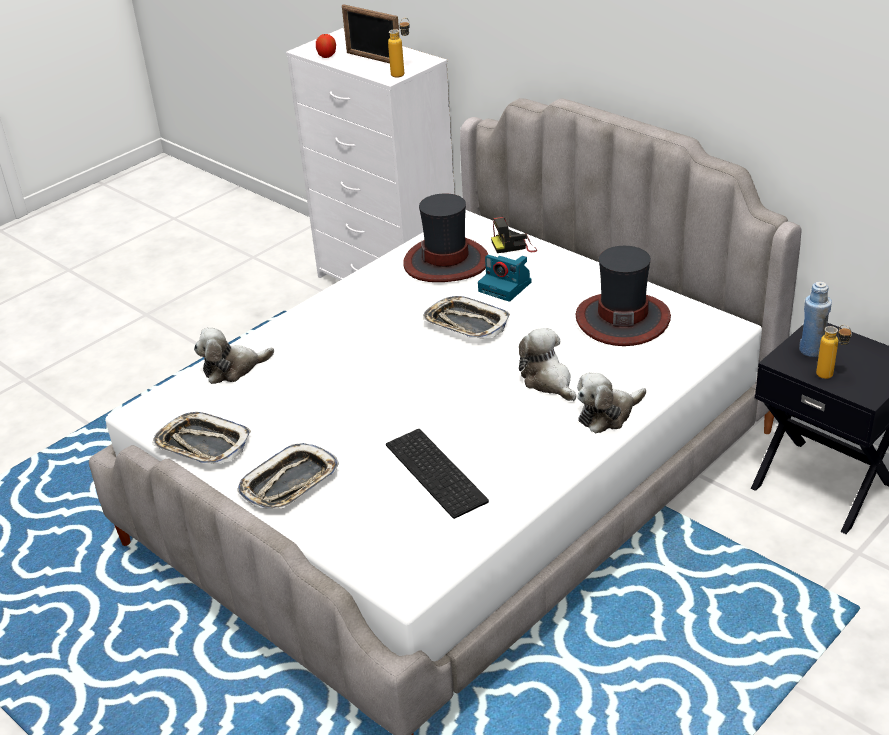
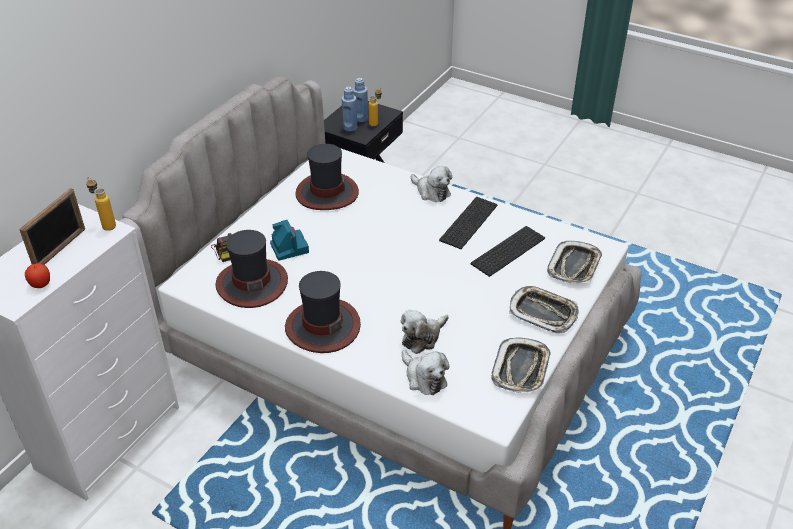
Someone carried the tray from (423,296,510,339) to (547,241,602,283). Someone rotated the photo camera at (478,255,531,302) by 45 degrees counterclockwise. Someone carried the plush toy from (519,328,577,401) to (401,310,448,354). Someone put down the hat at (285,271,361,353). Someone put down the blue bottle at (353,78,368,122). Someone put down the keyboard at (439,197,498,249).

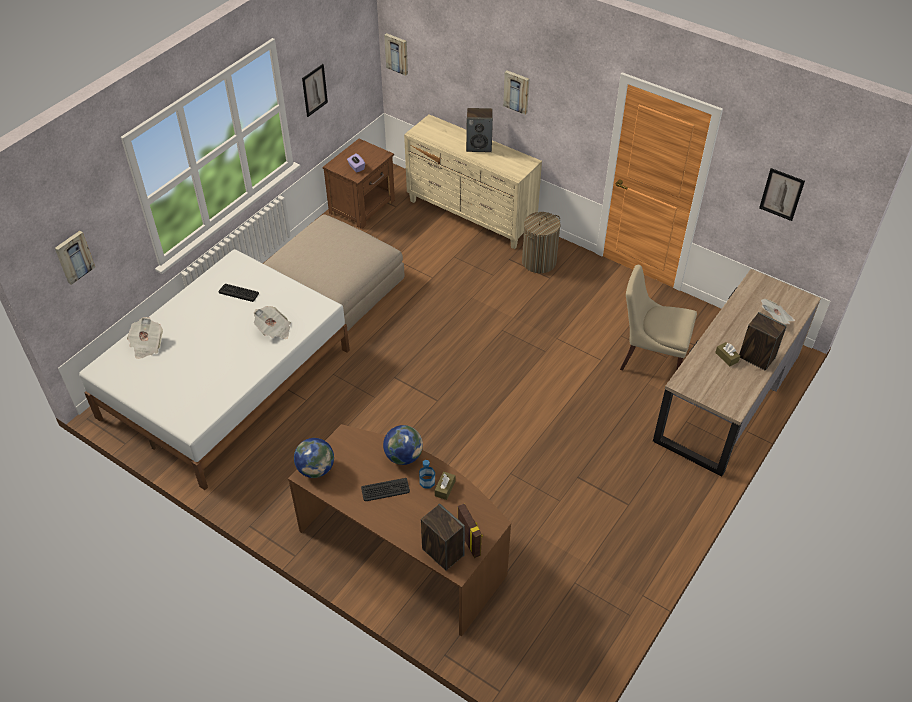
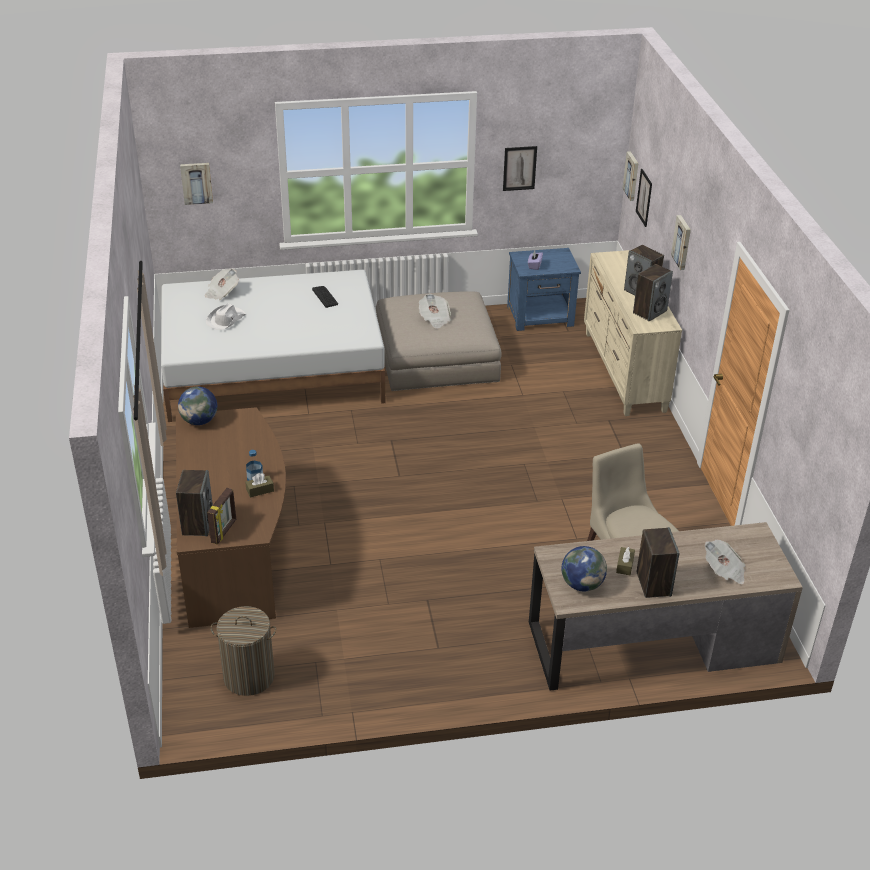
Someone carried the newspaper from (254,306,291,339) to (419,293,451,329). Someone repainted the brown nightstand at (323,139,395,229), which became the blue nightstand at (507,248,581,331). Someone took away the keyboard at (361,478,410,501). Someone carried the globe from (383,425,423,465) to (561,546,607,591). Someone carried the laundry basket from (522,212,561,273) to (211,606,276,696). Someone carried the picture from (759,168,805,221) to (636,169,652,227). Someone put down the white hat at (206,303,246,330). Someone put down the speaker at (633,264,673,321).

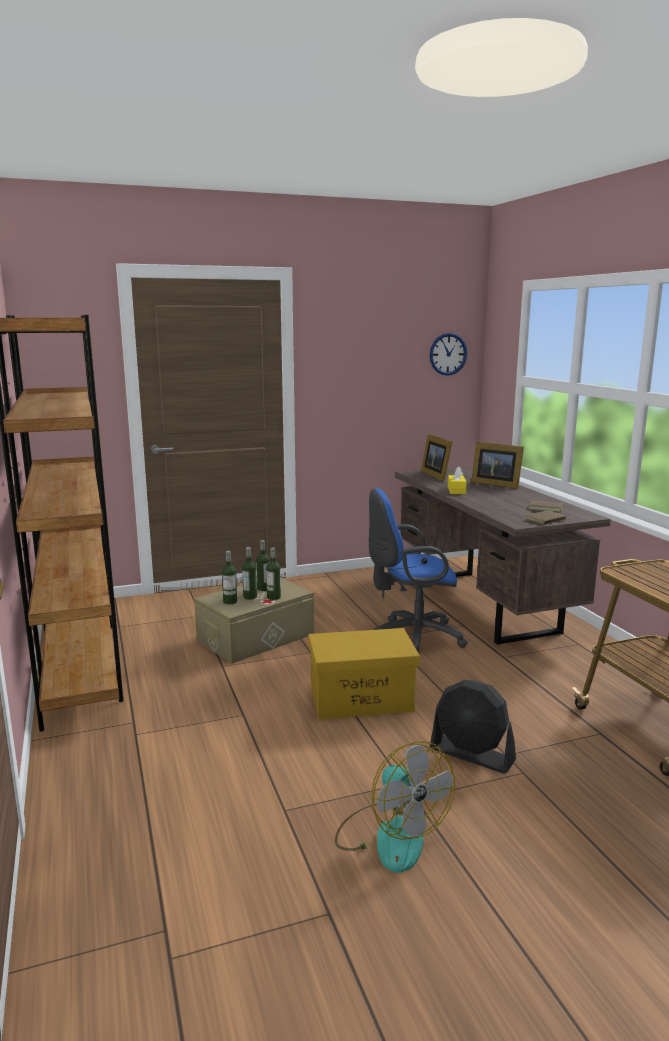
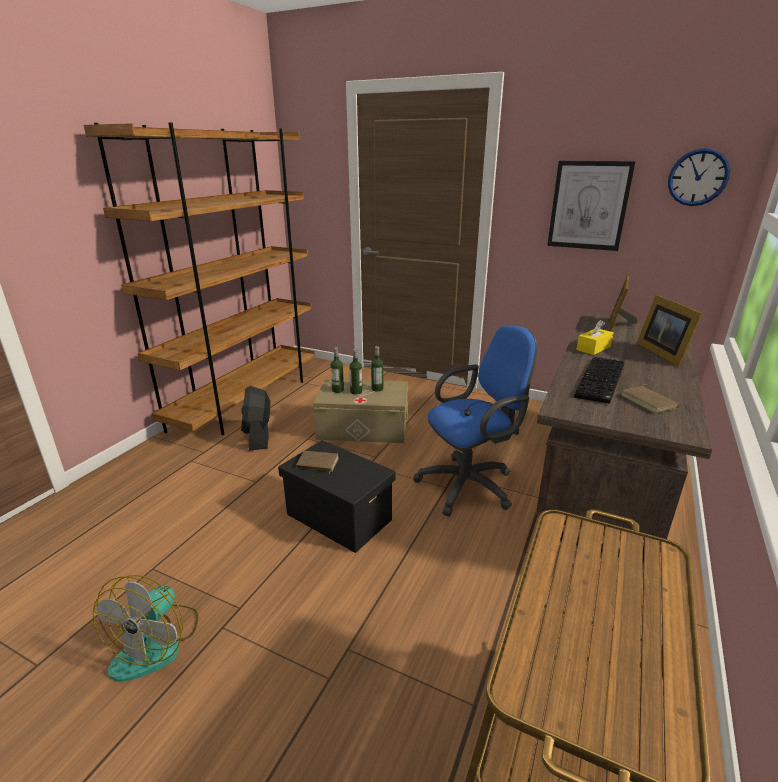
Someone took away the bottle at (266,547,281,600). Someone repainted the yellow storage box at (308,628,420,719), which became the black storage box at (278,440,395,553). Someone rotated the blue office chair at (368,488,468,653) by 120 degrees clockwise. Someone carried the black fan from (430,680,516,774) to (241,386,271,451). Someone carried the brown book from (526,510,572,525) to (296,451,339,473). Someone put up the picture at (547,161,636,251). Someone put down the keyboard at (574,357,624,404).

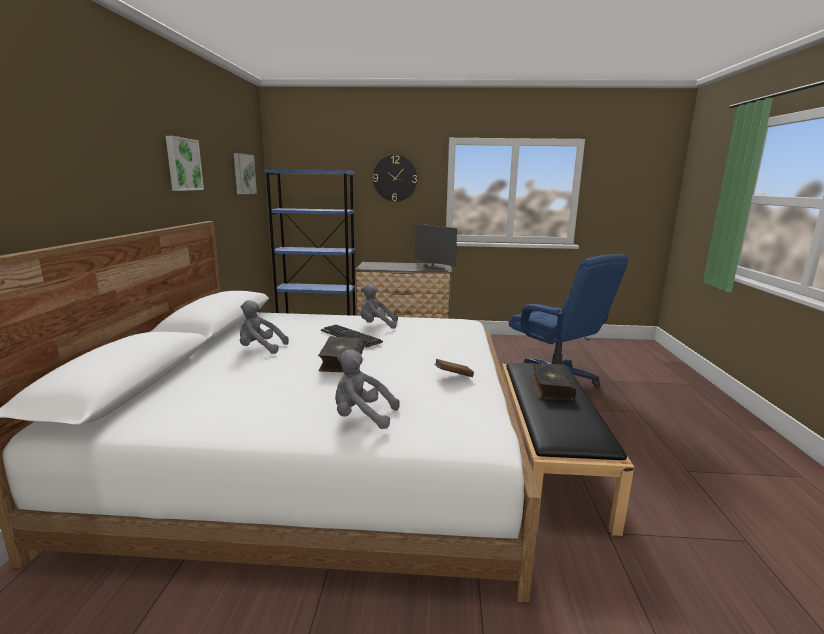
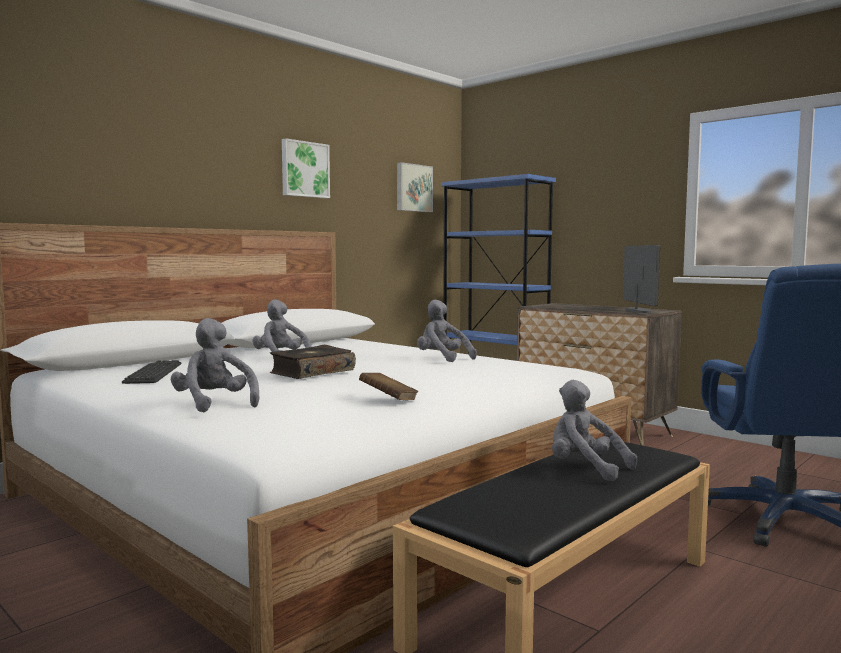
Someone carried the keyboard from (321,324,383,347) to (122,360,181,384). Someone took away the wall clock at (373,155,418,202). Someone swapped the book at (530,363,576,401) for the grey plush toy at (552,380,637,481).

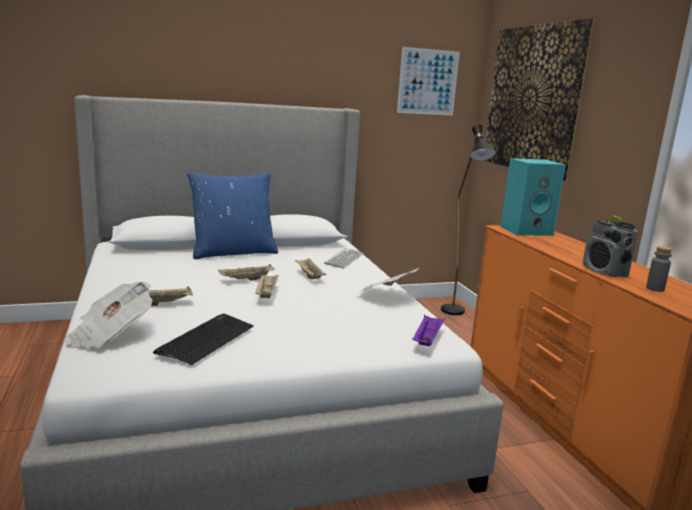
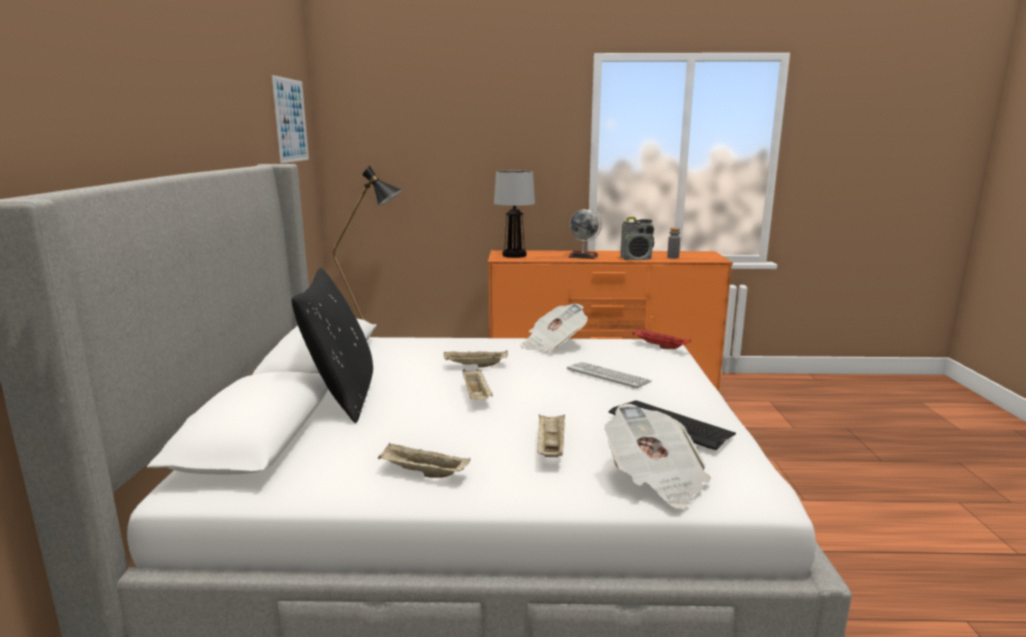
Someone repainted the blue pillow at (187,172,278,259), which became the black pillow at (292,268,373,423). Someone carried the beige tray from (255,274,279,298) to (378,443,471,478). Someone carried the keyboard from (324,248,363,269) to (567,362,651,389). Someone repainted the purple tray at (413,314,445,346), which became the red tray at (632,329,691,349). Someone took away the picture at (485,18,594,181). Someone swapped the turquoise speaker at (501,158,566,236) for the table lamp at (494,171,535,258). Someone put down the globe at (568,208,602,259).

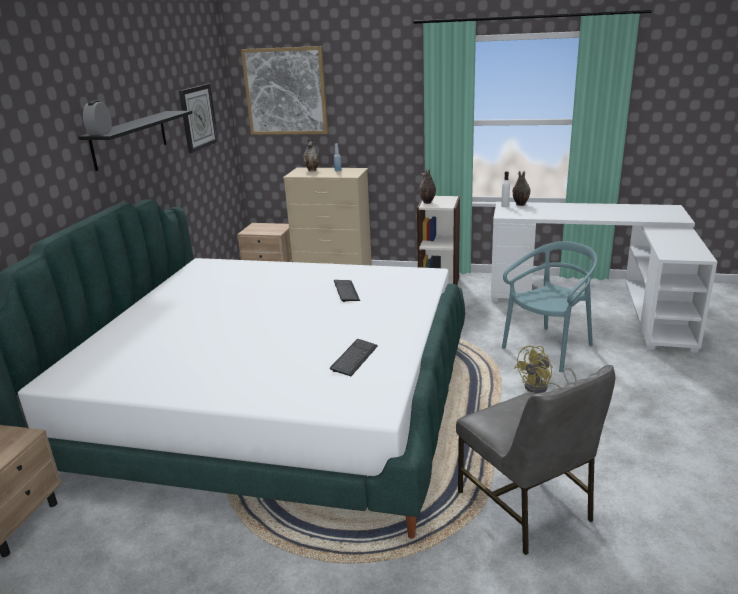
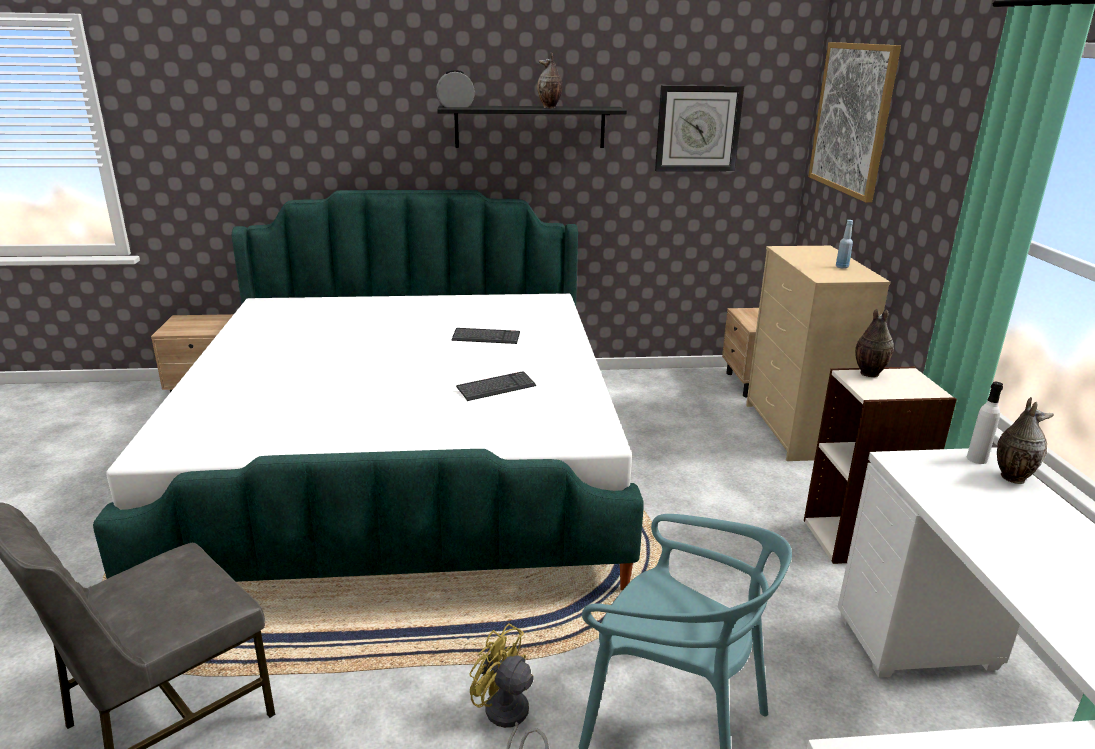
Someone carried the vase from (303,138,319,171) to (537,52,562,108). Someone carried the keyboard from (330,339,378,376) to (452,328,520,344).

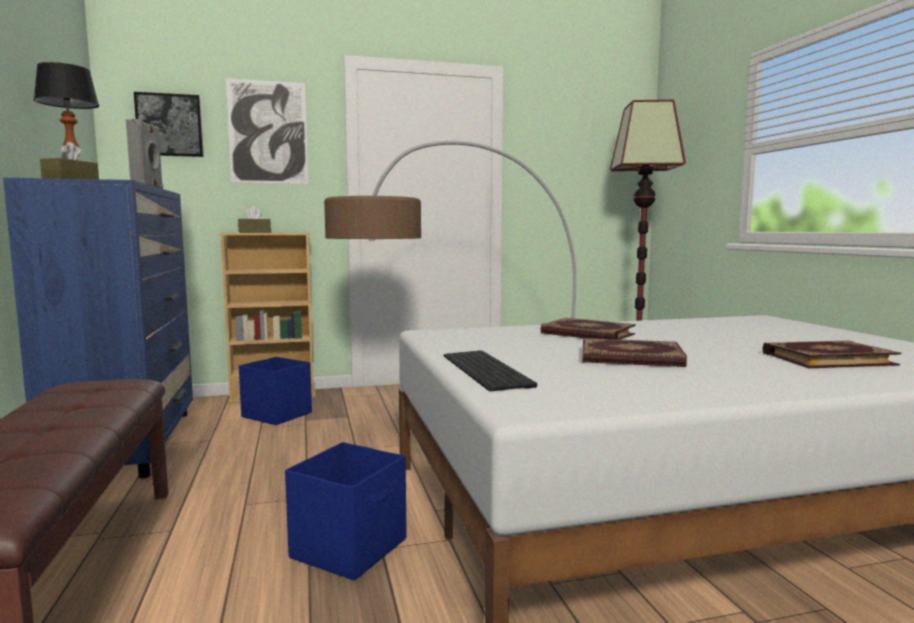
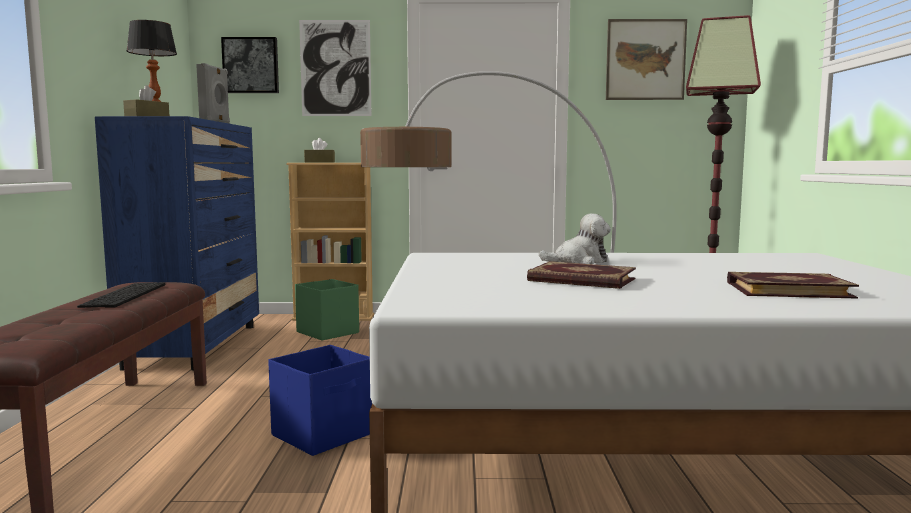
Someone repainted the blue storage box at (239,357,312,425), which became the green storage box at (295,279,359,341). Someone carried the keyboard from (444,350,537,391) to (77,282,165,308). Someone swapped the book at (540,318,636,340) for the plush toy at (539,214,611,264). Someone put up the picture at (606,19,687,100).

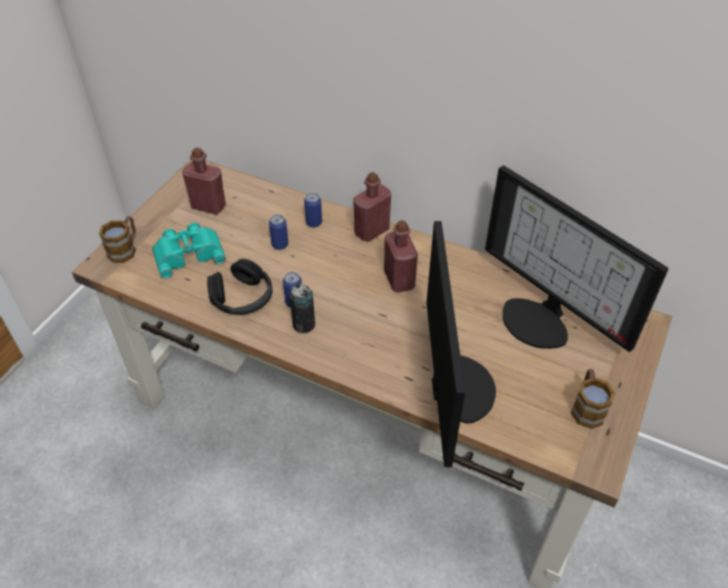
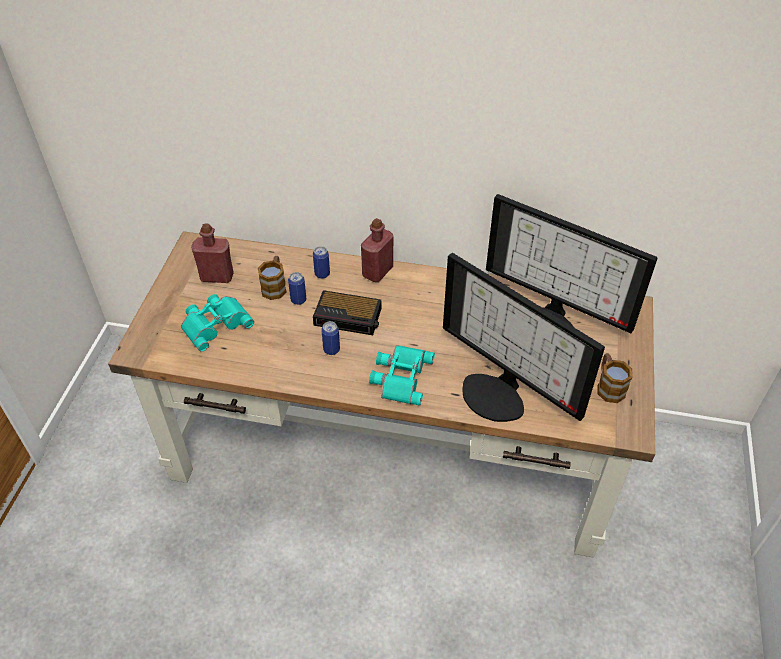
Someone carried the mug from (99,216,136,263) to (258,256,287,300). Someone took away the black headphones at (207,259,273,315). Someone took away the can at (290,284,315,333). Someone took away the red bottle at (384,220,418,292). Someone rotated the monitor at (426,221,496,467) by 150 degrees clockwise. Someone put down the alarm clock at (313,290,381,335). Someone put down the turquoise binoculars at (369,345,435,406).

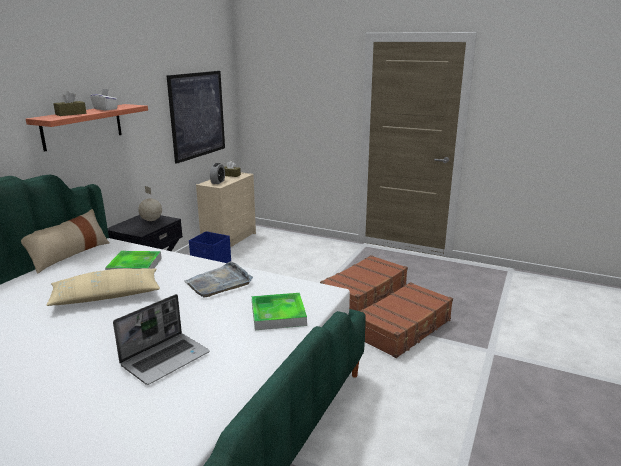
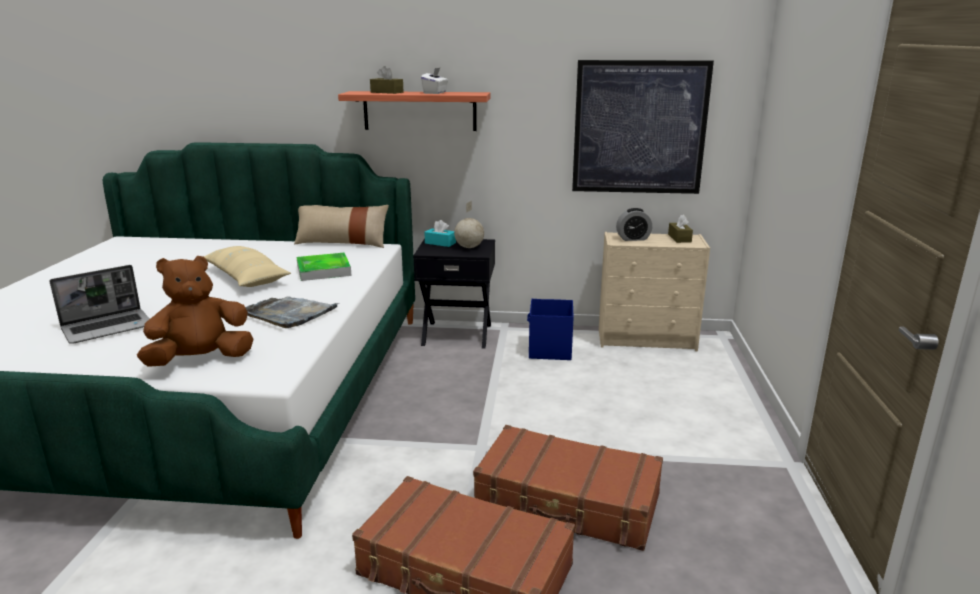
Someone rotated the laptop at (113,294,210,385) by 60 degrees counterclockwise. Someone swapped the tray at (252,293,307,330) for the brown plush toy at (137,256,254,367). Someone put down the turquoise tissue box at (424,220,456,247).

